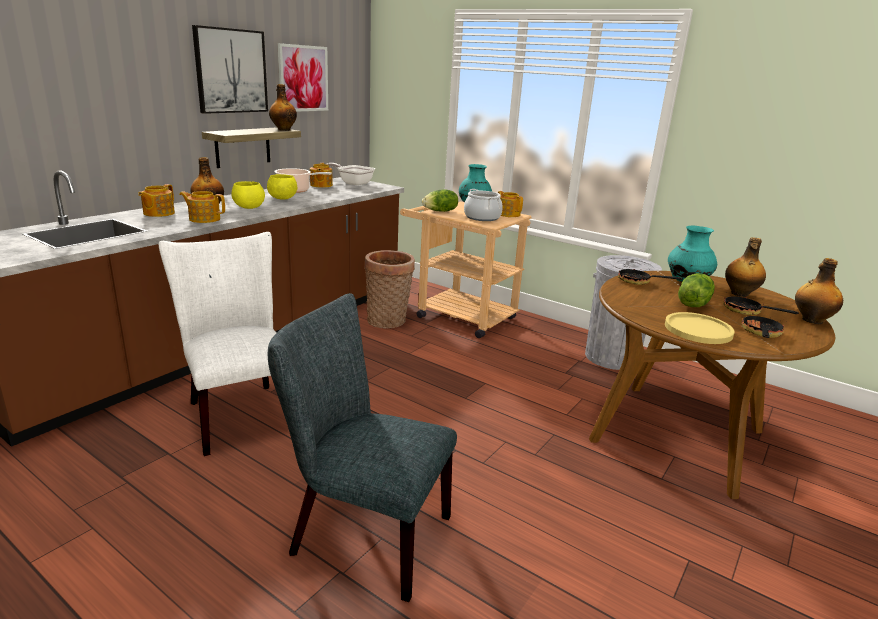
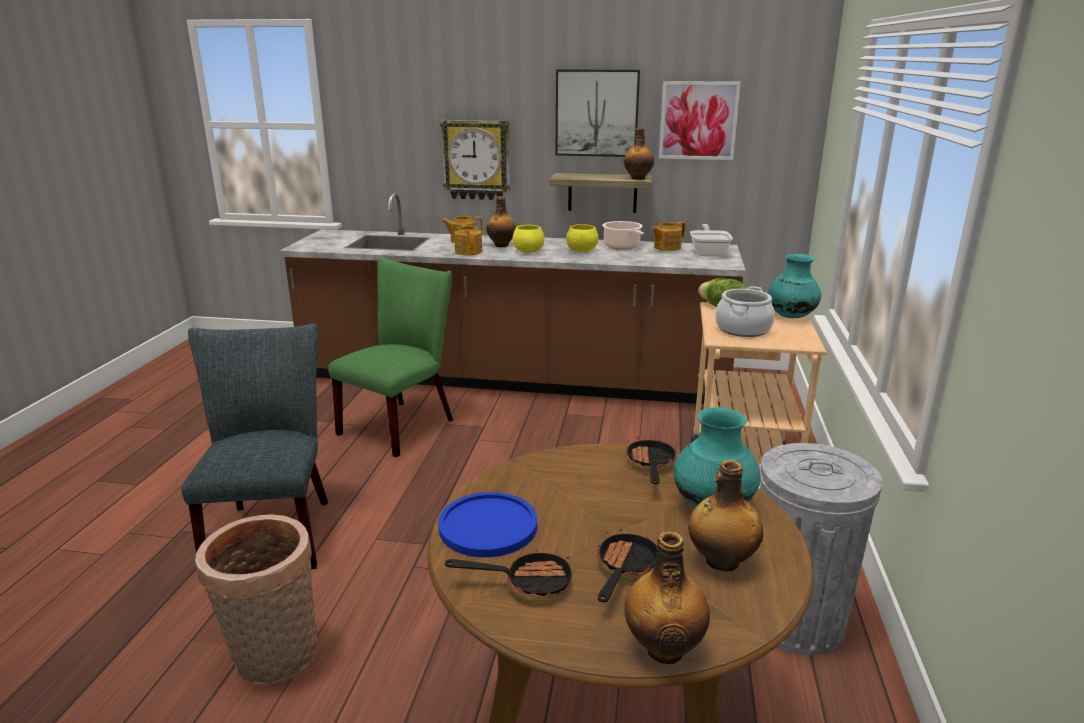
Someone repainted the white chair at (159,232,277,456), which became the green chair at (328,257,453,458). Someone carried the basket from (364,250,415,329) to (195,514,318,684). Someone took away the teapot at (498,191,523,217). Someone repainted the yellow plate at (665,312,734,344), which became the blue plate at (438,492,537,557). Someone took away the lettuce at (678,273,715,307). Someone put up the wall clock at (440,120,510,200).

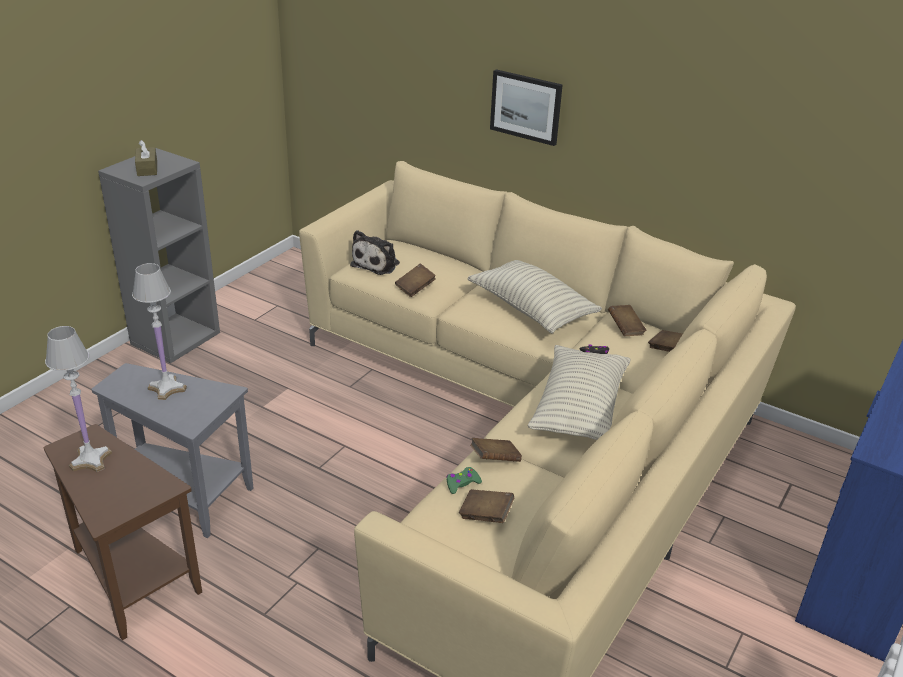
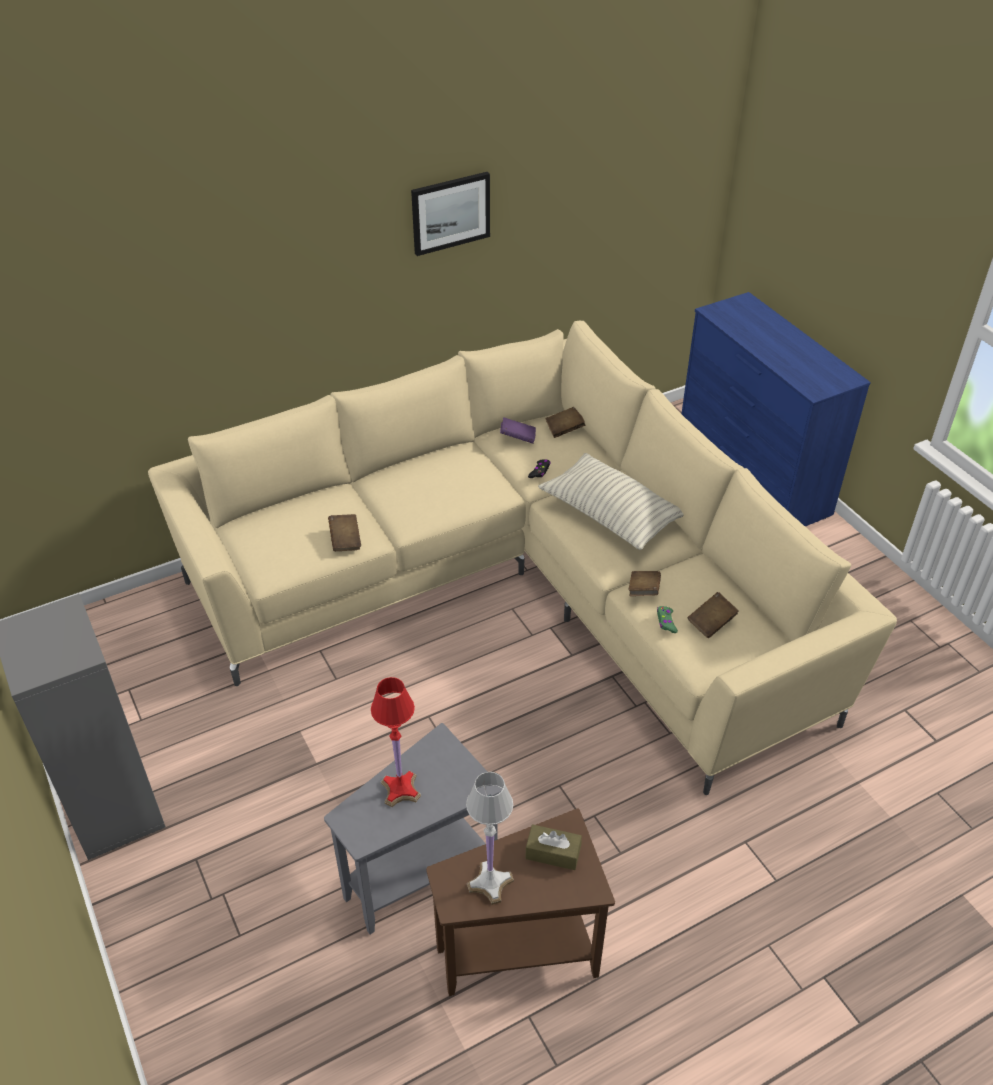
Someone repainted the white table lamp at (132,263,187,400), which became the red table lamp at (371,677,421,807). Someone carried the brown tissue box from (135,140,157,176) to (525,824,582,870). Someone took away the plush toy at (350,230,400,275). Someone took away the pillow at (467,260,602,334). Someone carried the picture from (490,69,563,146) to (411,172,490,256). Someone repainted the brown book at (608,305,646,336), which became the purple book at (500,417,536,444).

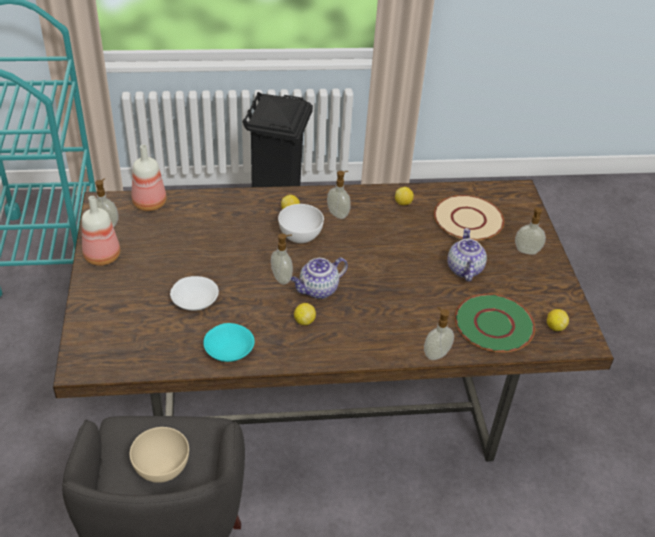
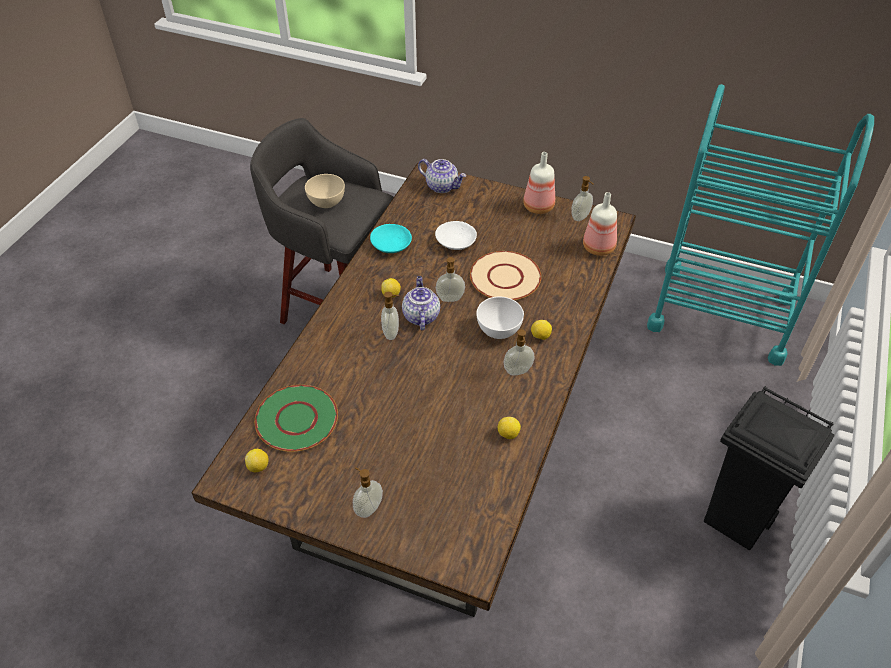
Someone carried the soap dispenser from (424,307,454,360) to (381,292,399,340). Someone carried the beige plate from (434,195,504,241) to (470,251,541,300). Someone carried the teapot from (447,228,487,282) to (418,159,466,193).

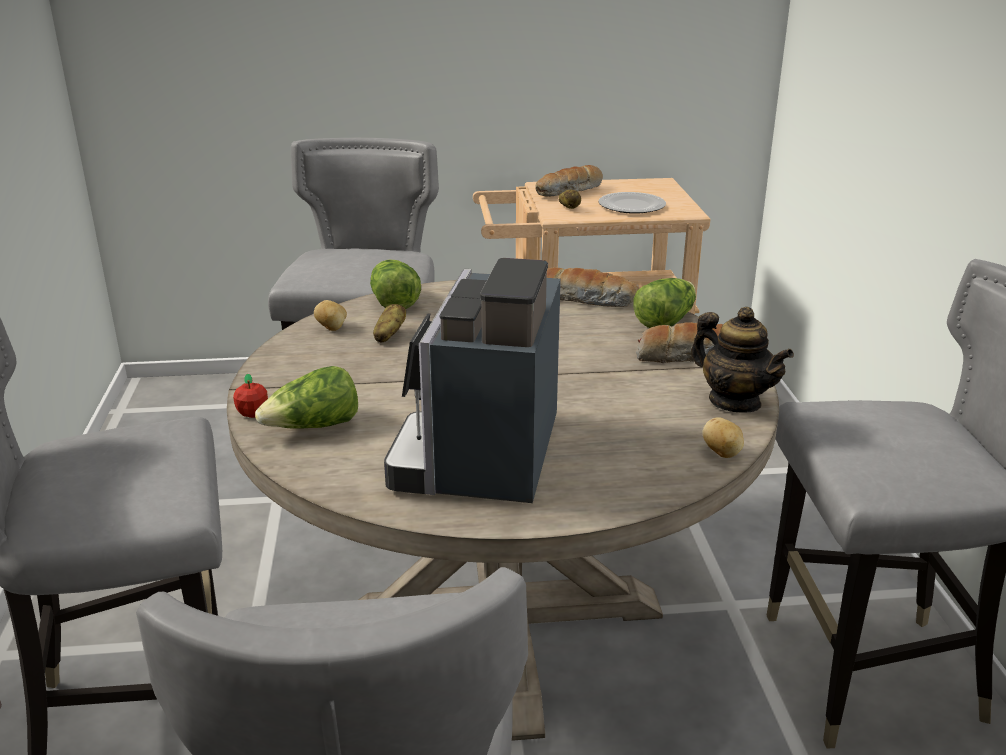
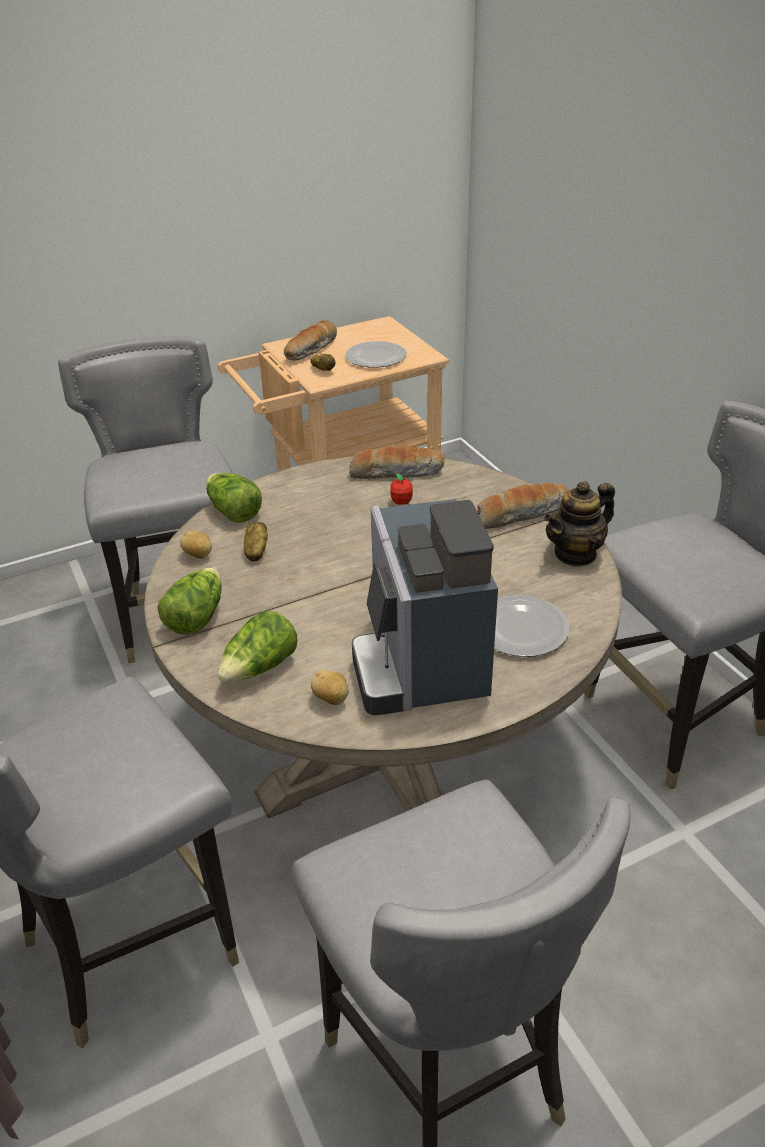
Someone carried the apple from (233,374,268,418) to (390,473,413,505). Someone carried the lettuce from (633,278,696,328) to (158,567,222,635). Someone rotated the teapot at (691,307,794,413) by 120 degrees clockwise. Someone carried the potato from (702,417,744,458) to (311,670,349,705). Someone put down the plate at (494,595,570,657).

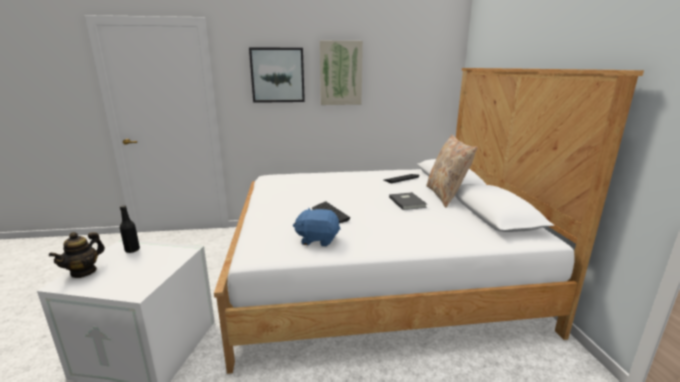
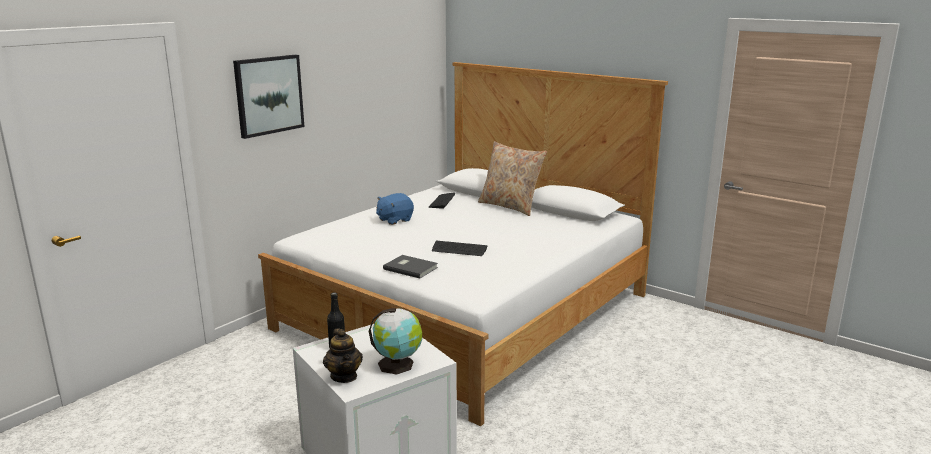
Someone carried the blue plush toy from (293,208,340,246) to (376,193,414,225). Someone took away the picture at (320,41,363,105). Someone carried the grey book from (389,192,427,210) to (383,255,438,279). Someone put down the globe at (369,308,422,375).

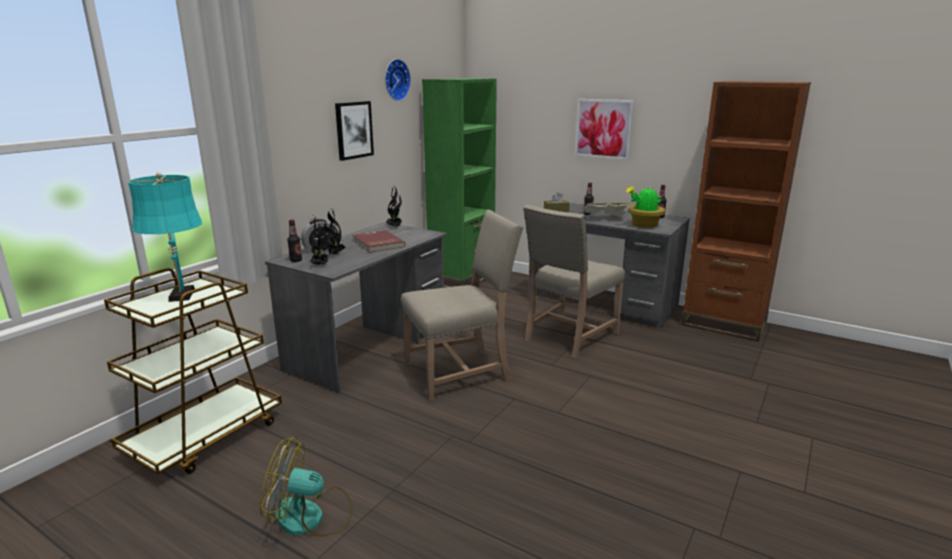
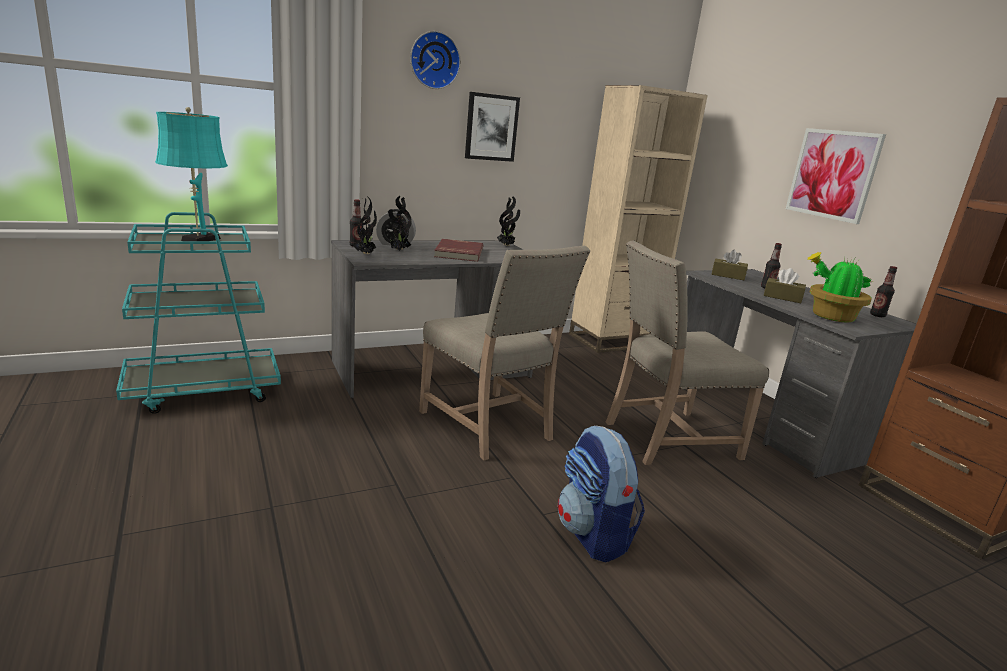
Someone repainted the brown cart at (104,268,282,474), which became the turquoise cart at (116,212,281,414). Someone took away the fan at (260,436,353,537). Someone carried the wall clock from (385,59,411,101) to (410,31,461,89). Someone rotated the beige chair at (401,210,523,401) by 45 degrees clockwise. Someone repainted the green bookcase at (422,78,497,288), which became the beige bookcase at (569,85,708,353). Someone swapped the book at (581,203,629,217) for the brown tissue box at (764,268,806,303). Someone put down the backpack at (558,425,645,562).

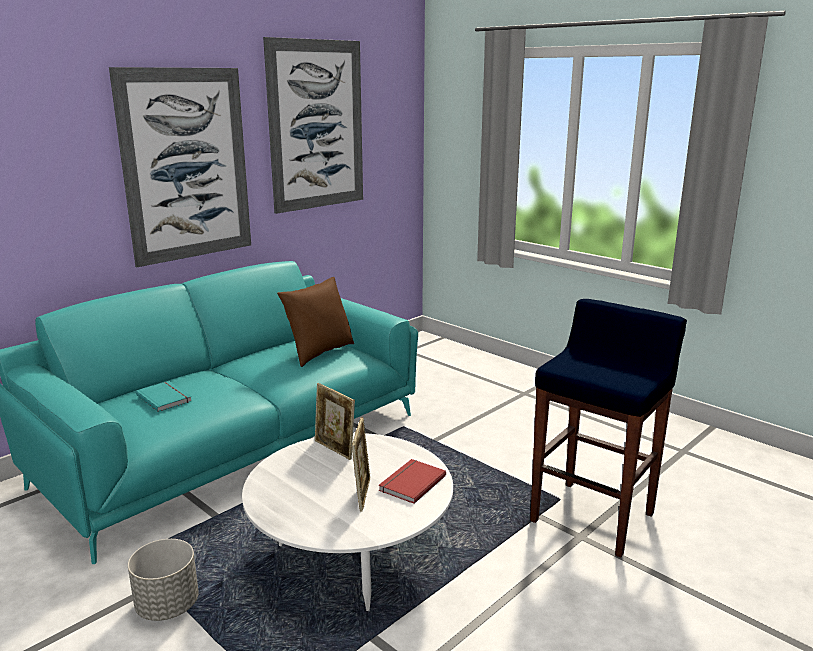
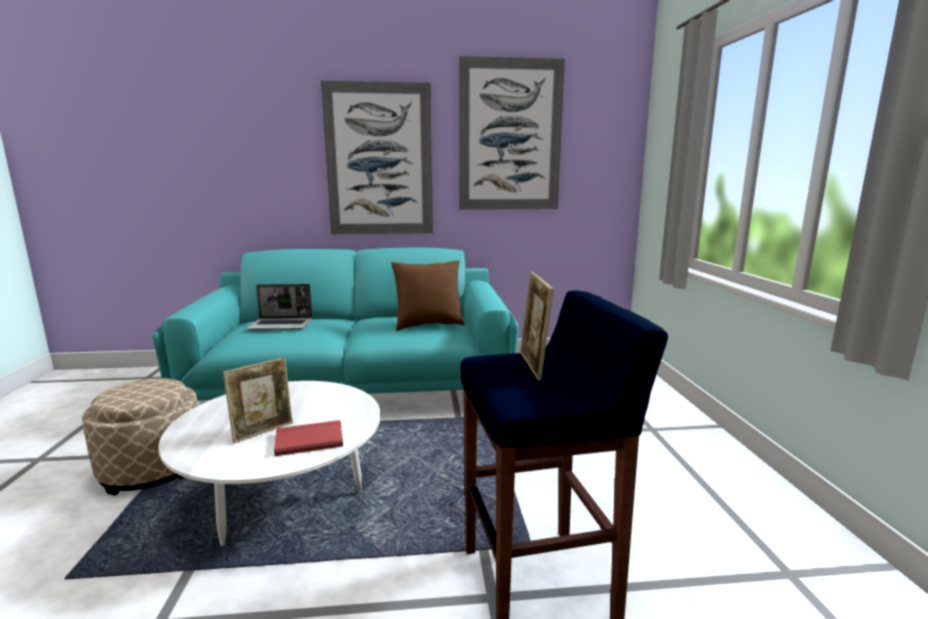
Someone swapped the grey planter at (128,539,199,621) for the beige ottoman at (82,378,198,495). Someone swapped the turquoise book at (136,381,192,412) for the laptop at (247,284,313,330). Someone carried the picture frame from (315,383,355,460) to (520,272,554,381).

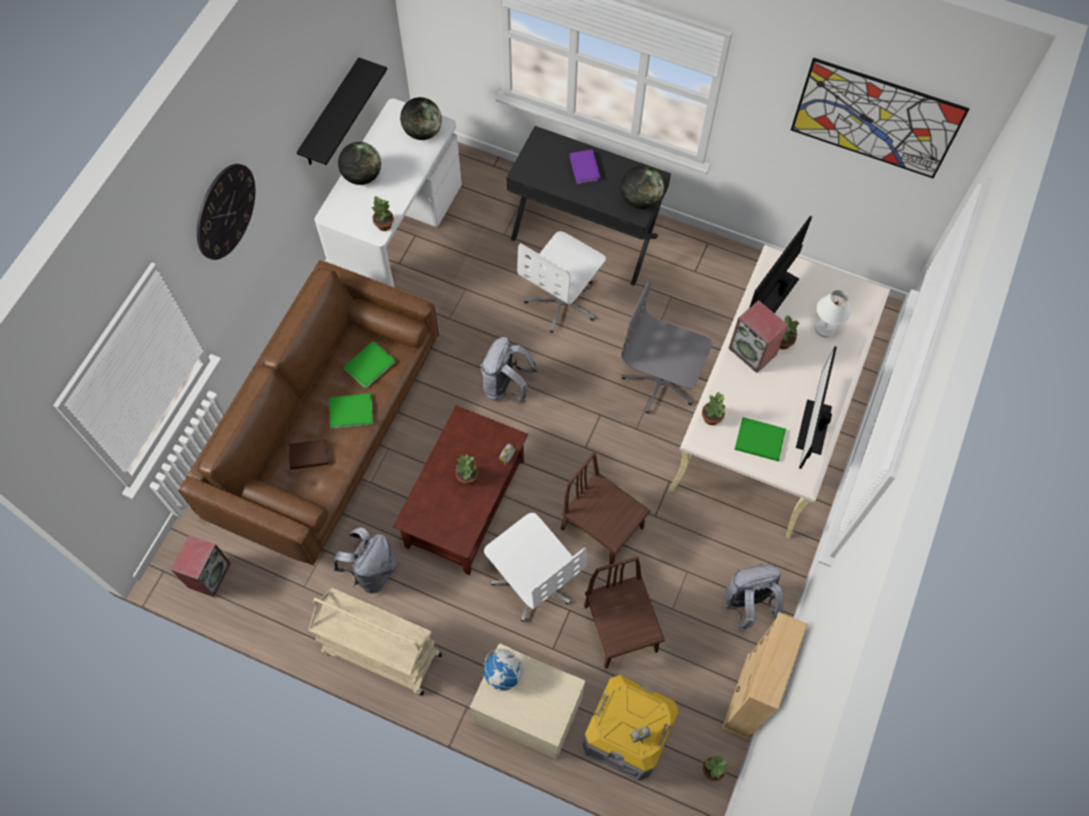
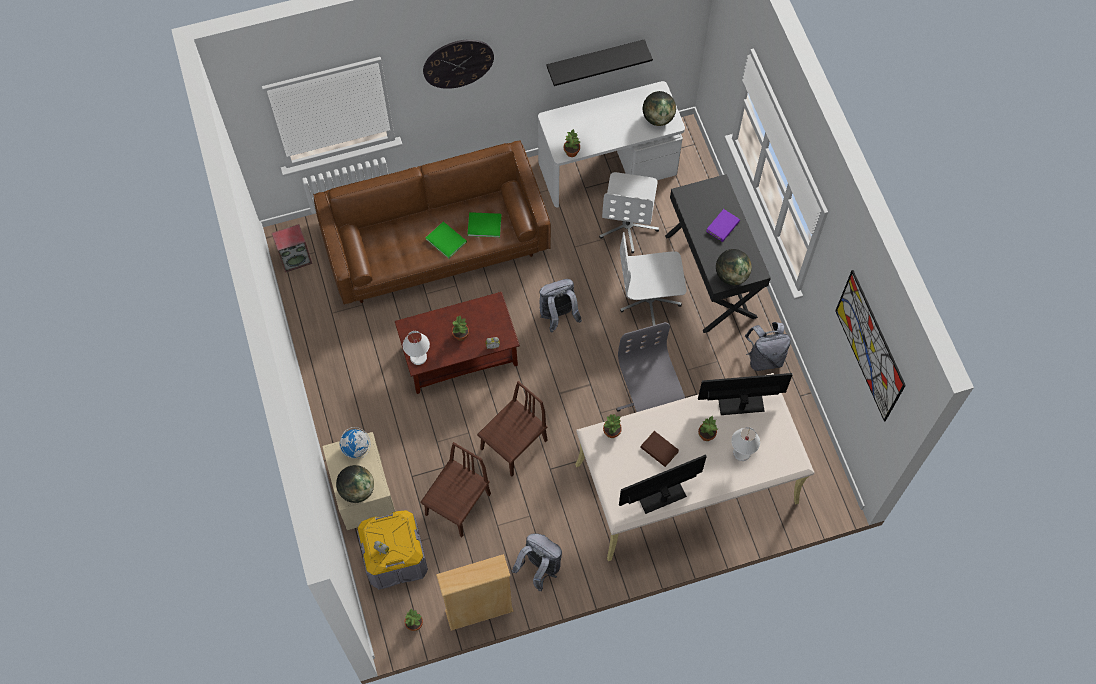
Someone carried the brown book from (288,439,329,470) to (640,431,679,467). Someone took away the beige cart at (308,588,442,696). Someone carried the grey backpack from (333,527,397,594) to (745,322,791,371). Someone carried the globe from (338,142,381,185) to (336,465,374,503). Someone carried the white office chair from (484,513,587,622) to (599,172,659,253). Someone rotated the brown chair at (561,452,650,565) by 45 degrees clockwise. Someone took away the speaker at (728,300,789,373). Someone took away the green book at (734,417,786,461). Someone put down the white table lamp at (403,331,430,365).

